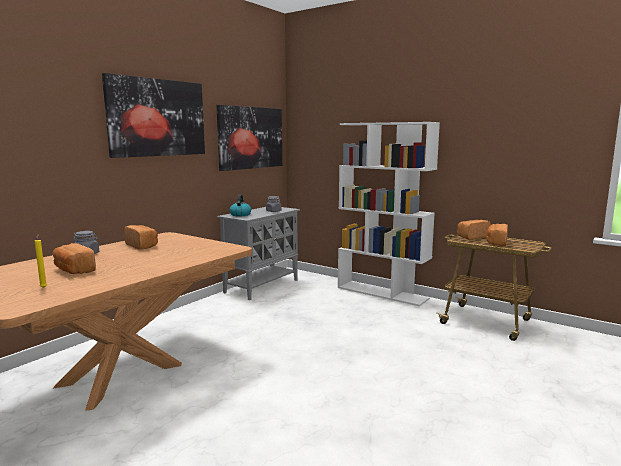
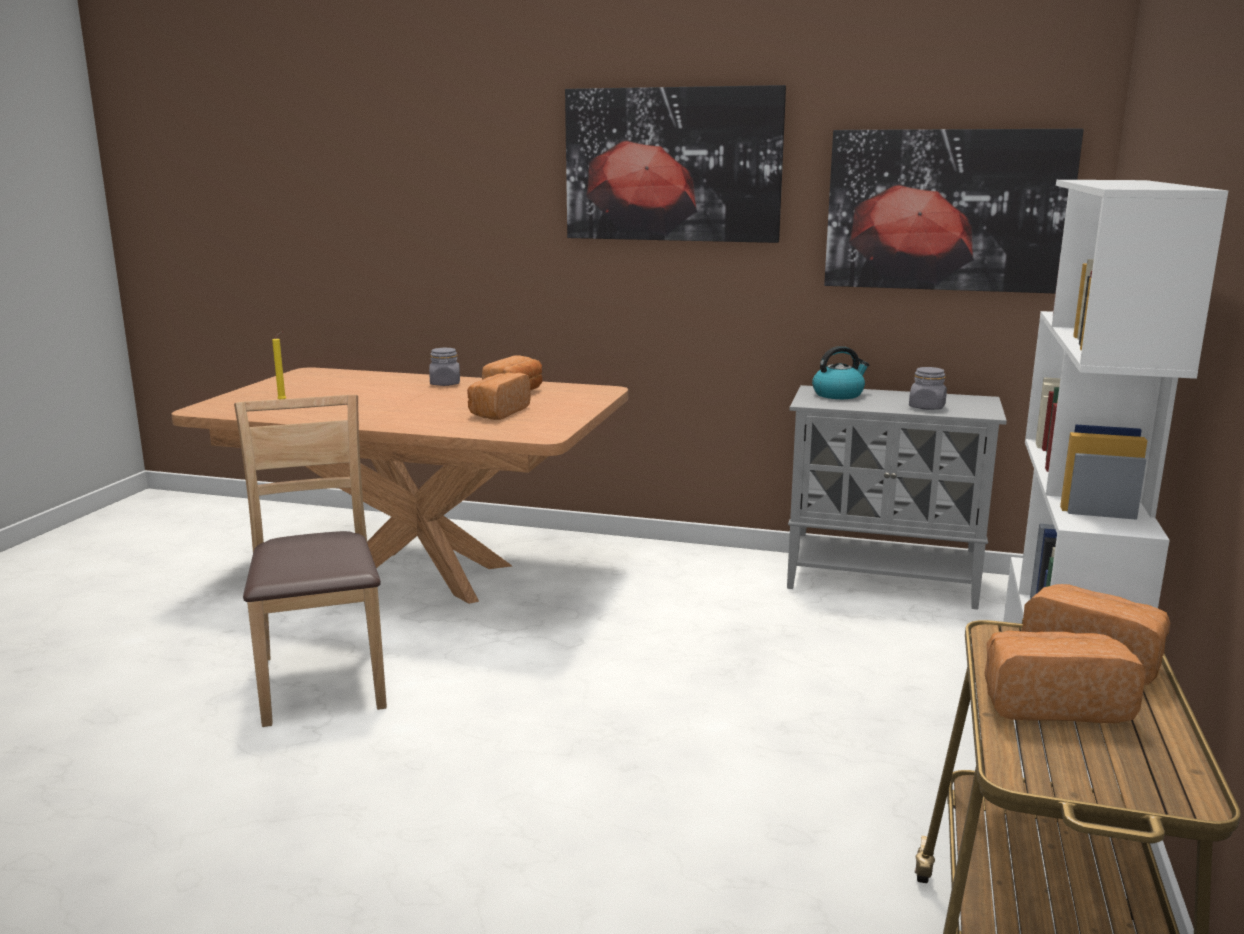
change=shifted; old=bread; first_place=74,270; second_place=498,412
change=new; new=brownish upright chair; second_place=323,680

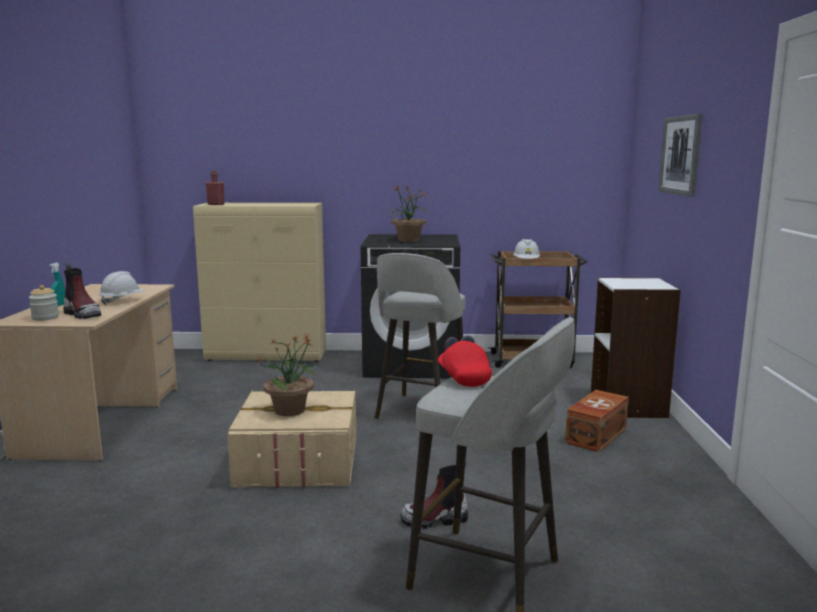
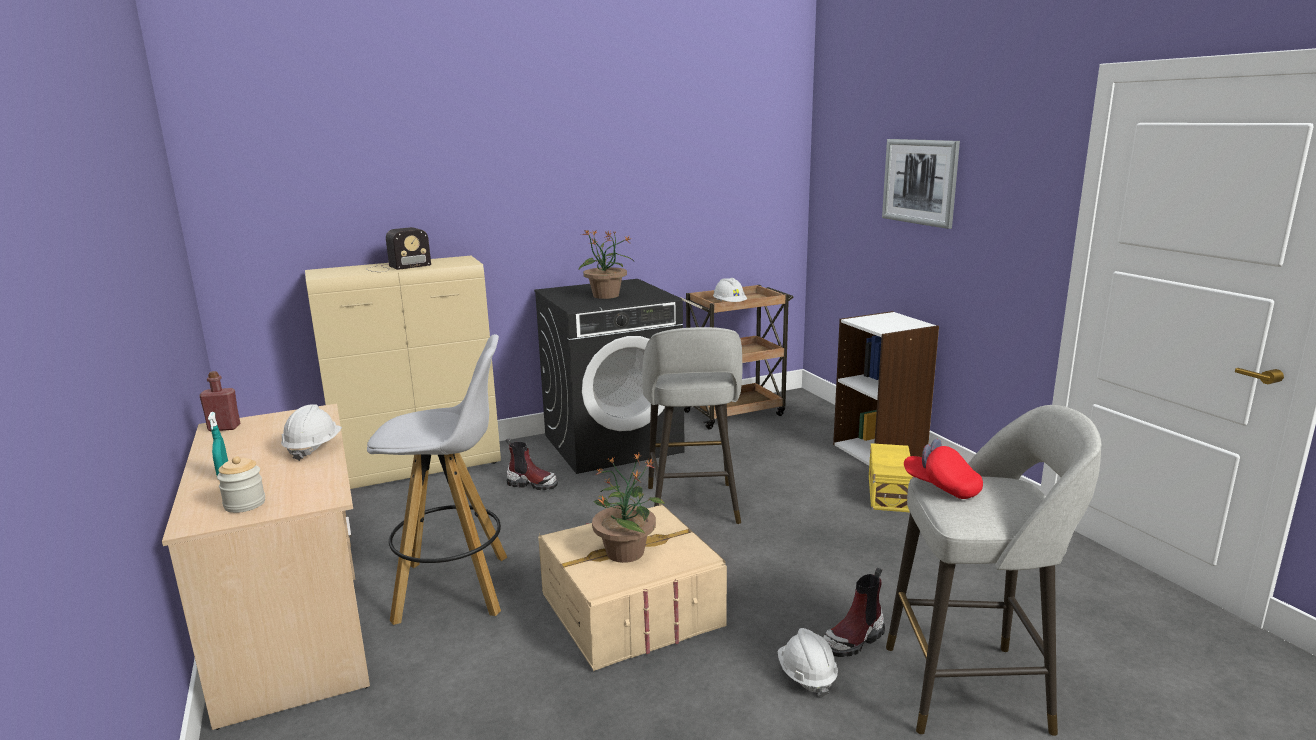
change=shifted; old=tall boot; first_place=83,314; second_place=532,484
change=shifted; old=reddish drink bottle; first_place=216,204; second_place=224,428
change=repainted; old=brownish storage bin; new=yellow-coloured storage bin; first_place=594,435; second_place=887,493
change=new; new=radio receiver; second_place=396,267
change=new; new=white stool seat; second_place=455,588
change=new; new=white hard hat; second_place=806,676

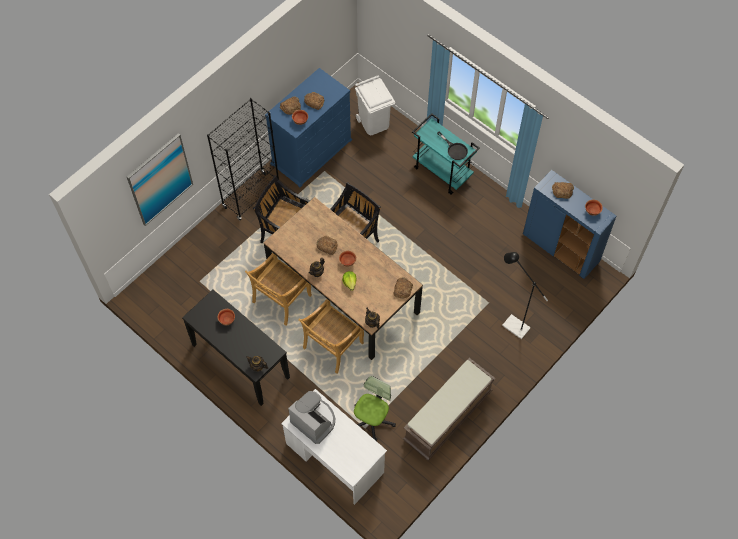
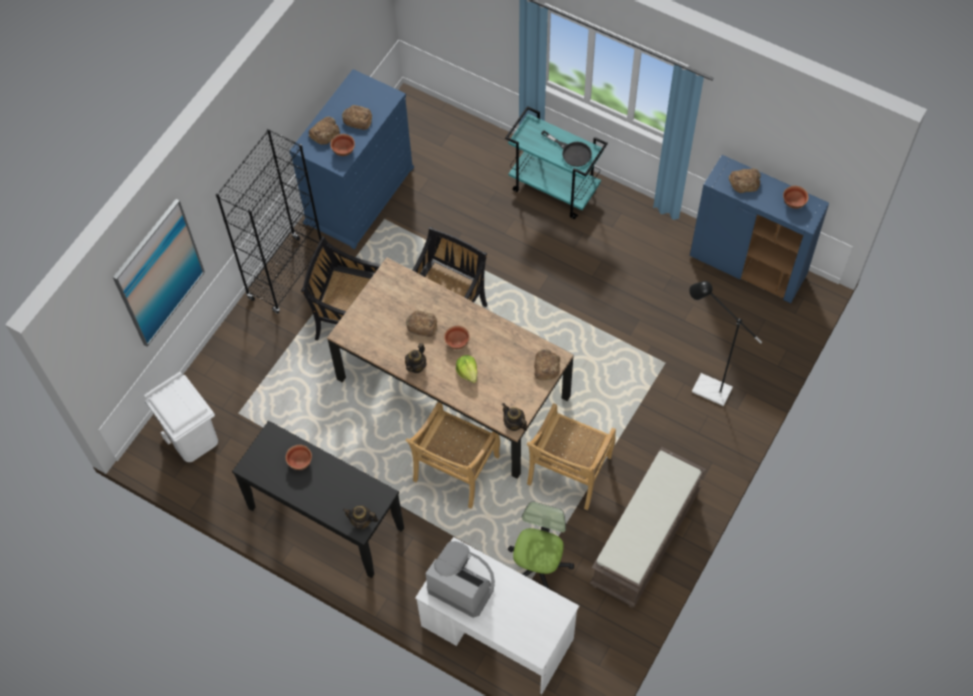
change=shifted; old=sand-coloured upright chair; first_place=281,299; second_place=569,472
change=shifted; old=white rubbish bin; first_place=374,123; second_place=193,439

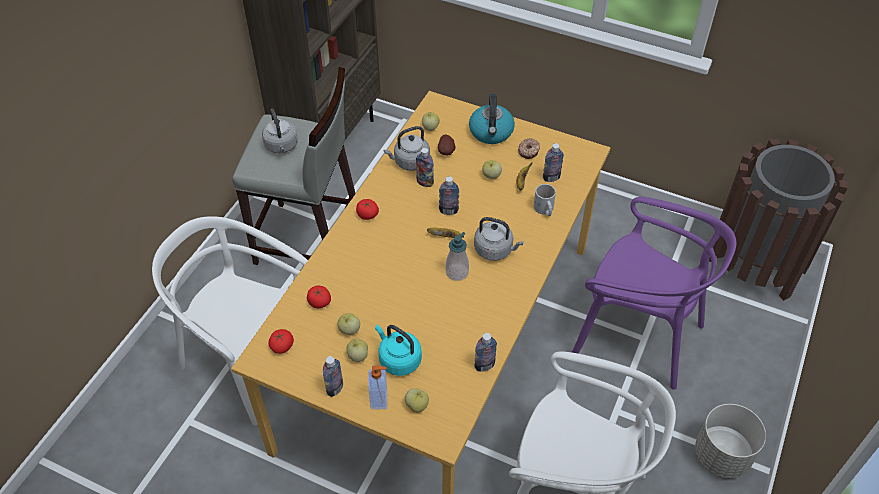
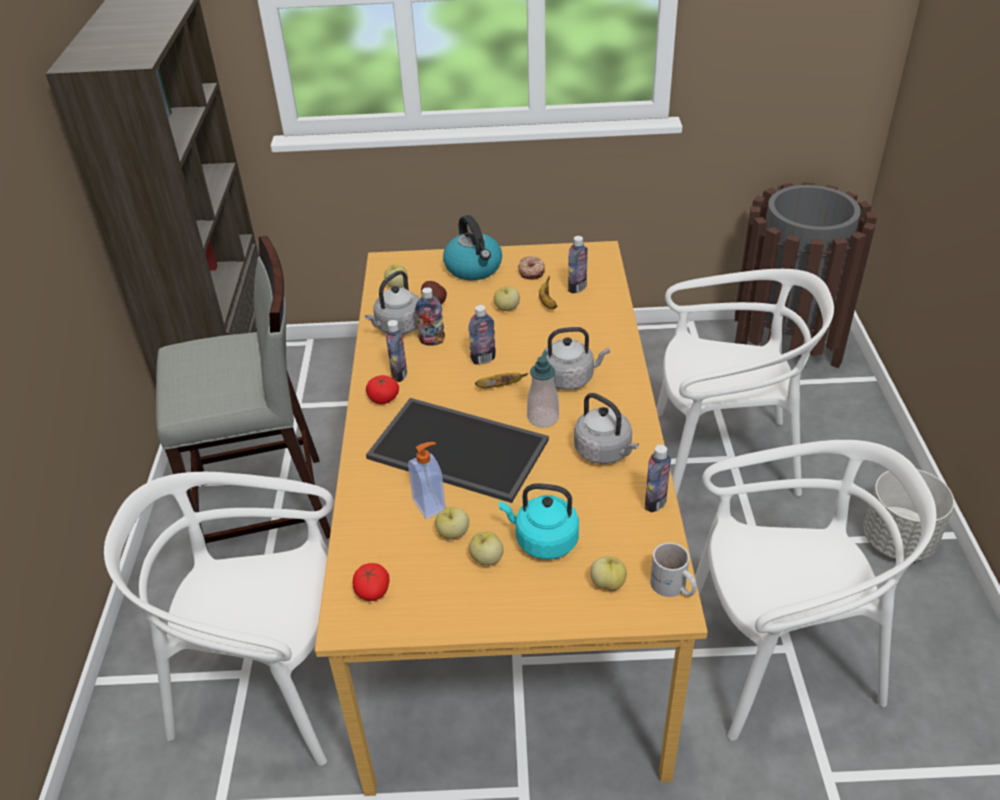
change=shifted; old=gray kettle; first_place=282,146; second_place=605,452
change=gone; old=tomato; first_place=319,302
change=shifted; old=drink bottle; first_place=335,388; second_place=399,374
change=shifted; old=soap bottle; first_place=380,399; second_place=430,505
change=shifted; old=white mug; first_place=544,210; second_place=672,588
change=repainted; old=purplish upright chair; new=white upright chair; first_place=637,335; second_place=722,457
change=new; new=tray; second_place=455,450

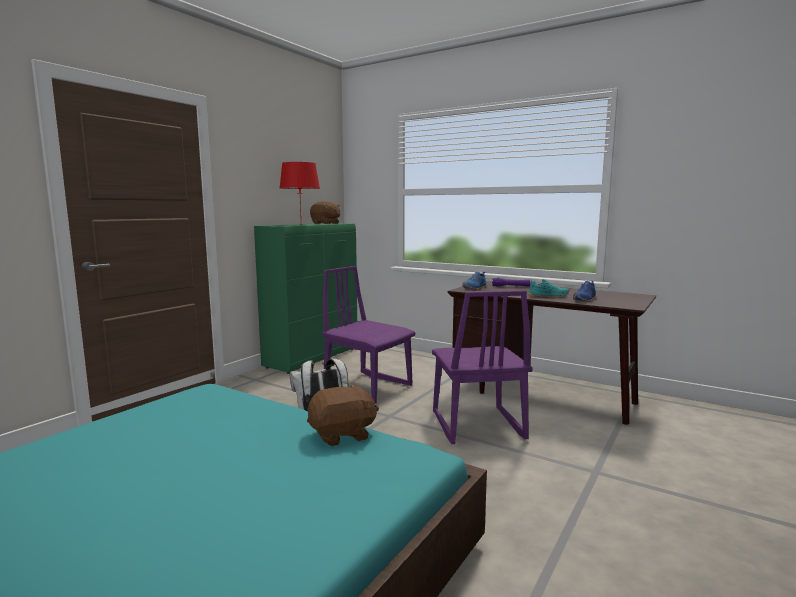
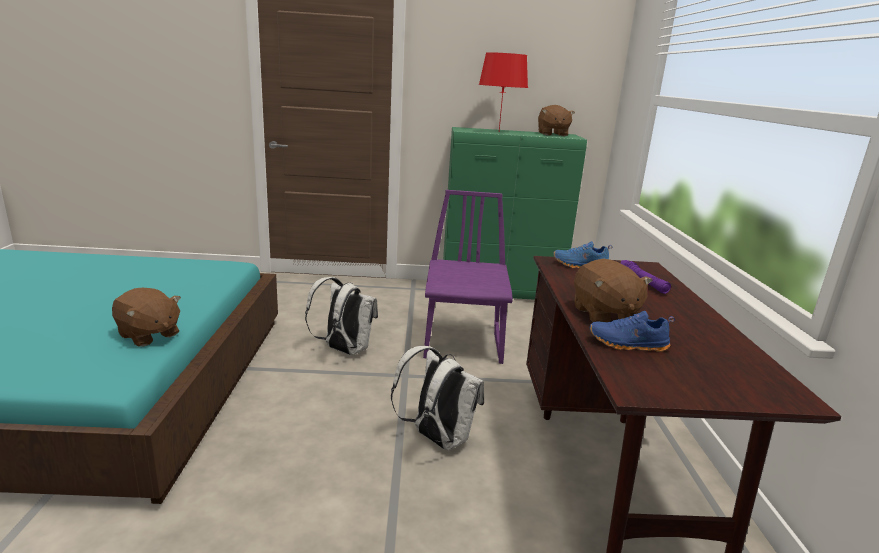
change=swapped; old=purplish upright chair; new=white rucksack; first_place=476,426; second_place=437,438
change=swapped; old=blue-green shoe; new=brownish cuddly toy; first_place=548,296; second_place=604,314

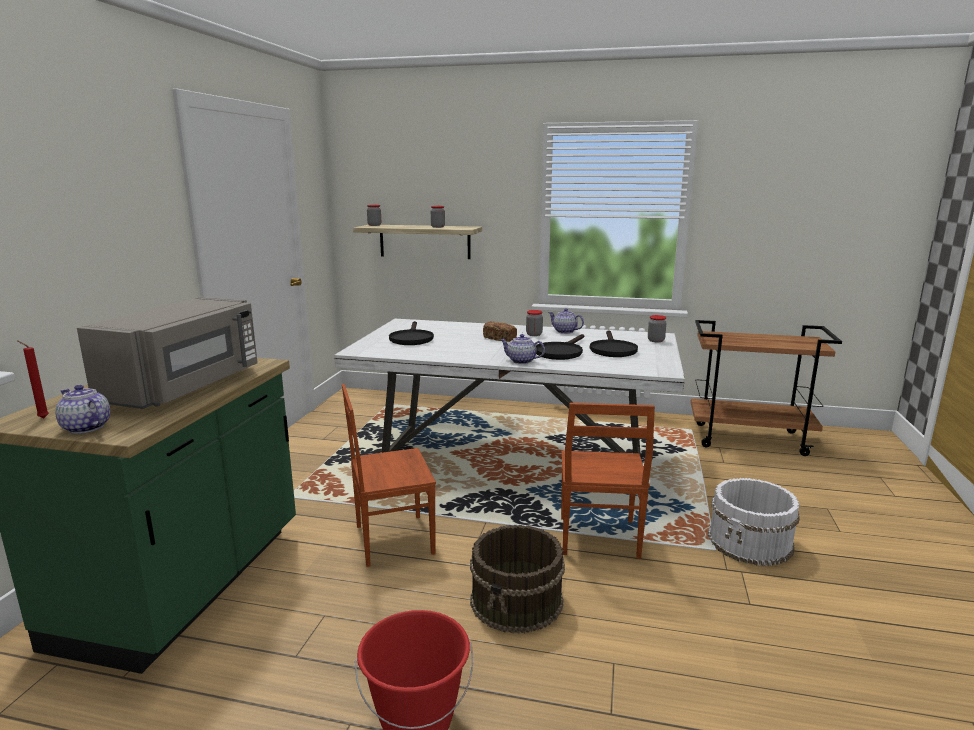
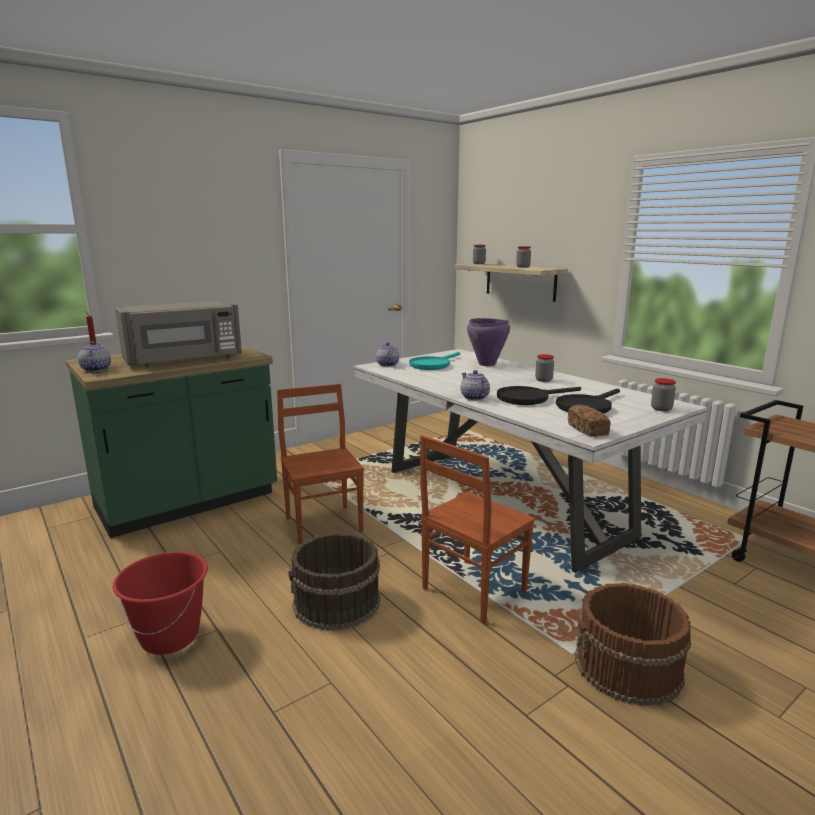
change=rotated; old=brownish upright chair; first_place=392,539; second_place=324,523; degrees=45
change=repainted; old=blackish frying pan; new=blue-green frying pan; first_place=411,338; second_place=432,365
change=shifted; old=bread; first_place=500,338; second_place=587,430
change=shifted; old=pot for tea; first_place=564,331; second_place=387,364
change=repainted; old=white water bucket; new=brownish water bucket; first_place=750,542; second_place=628,667
change=new; new=purplish saucepot; second_place=487,364

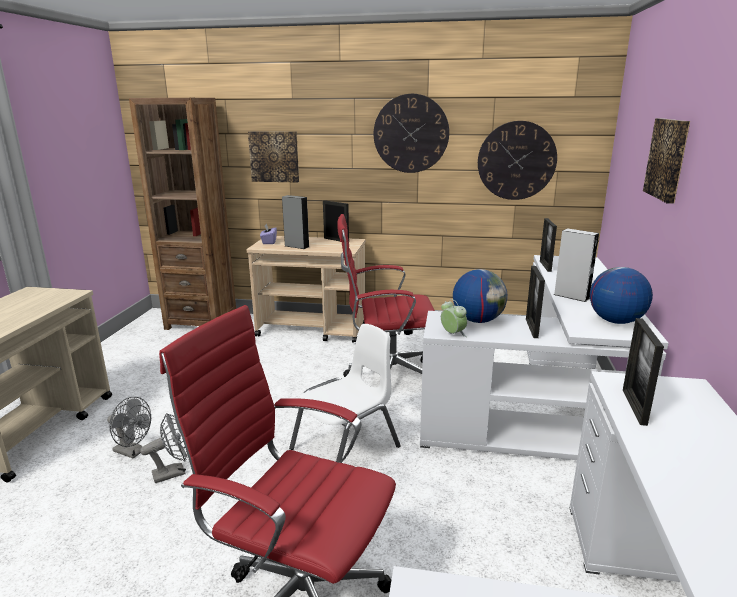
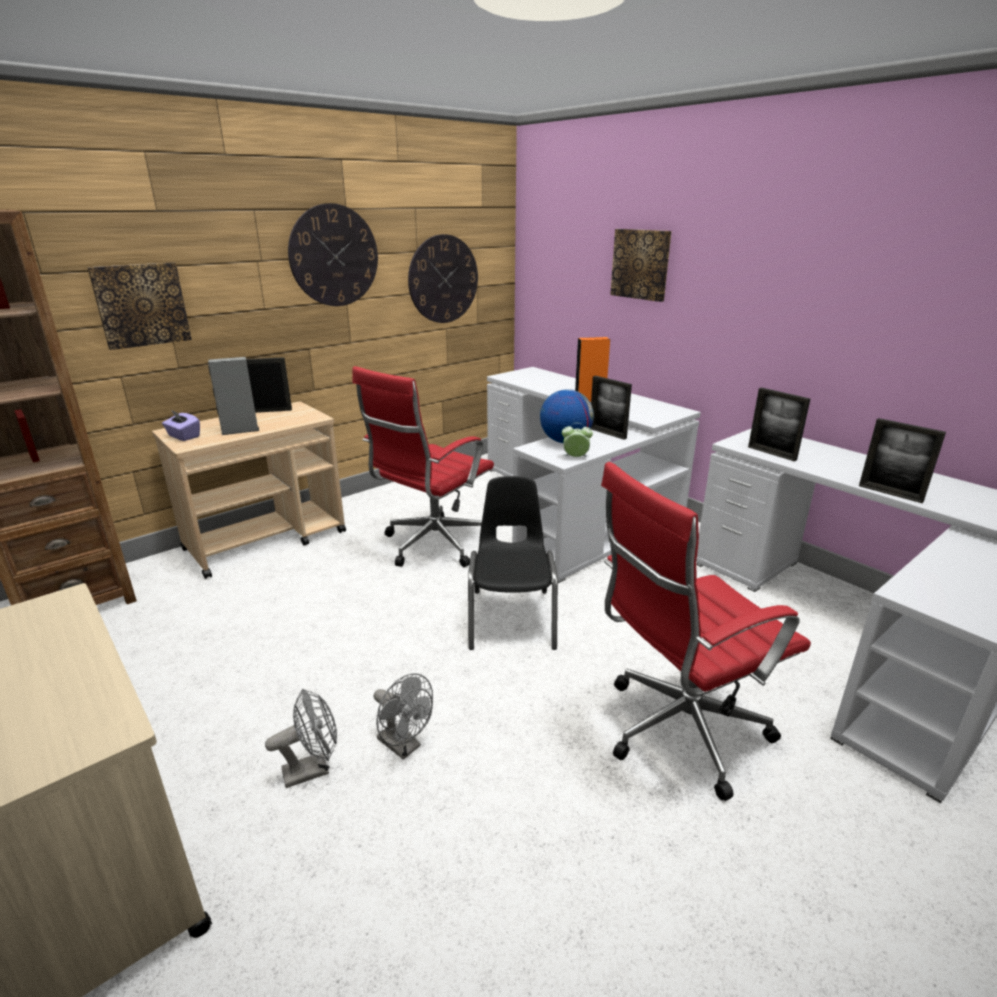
change=rotated; old=gray electric fan; first_place=174,472; second_place=404,746; degrees=120
change=repainted; old=white upright chair; new=blackish upright chair; first_place=346,448; second_place=512,618
change=shifted; old=standing frame; first_place=545,266; second_place=890,493
change=repainted; old=gray speaker; new=orangey speaker; first_place=571,296; second_place=590,400
change=gone; old=world globe; first_place=615,321

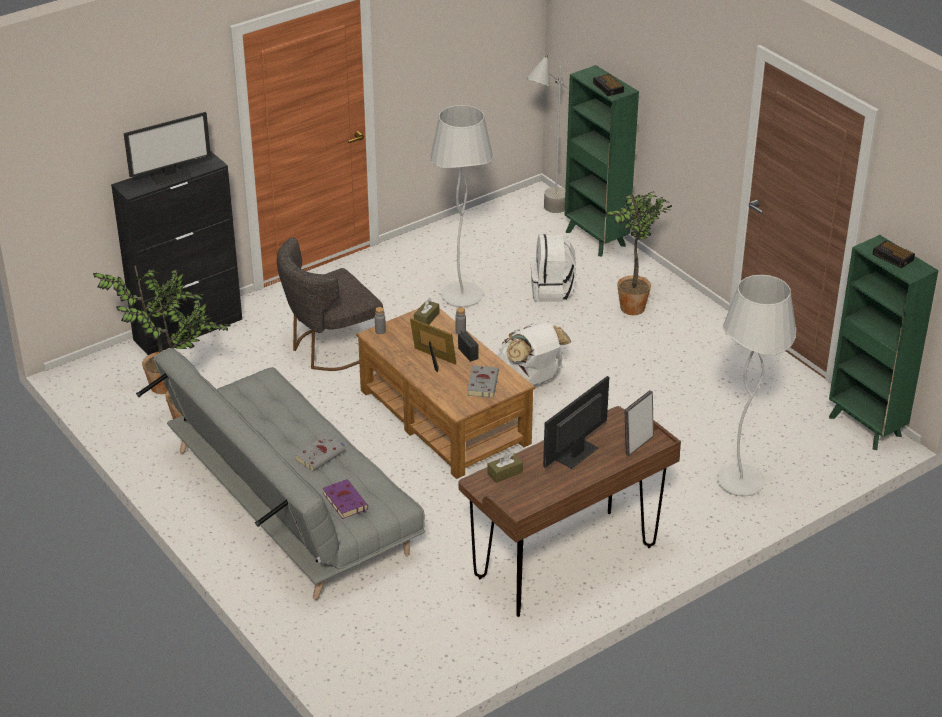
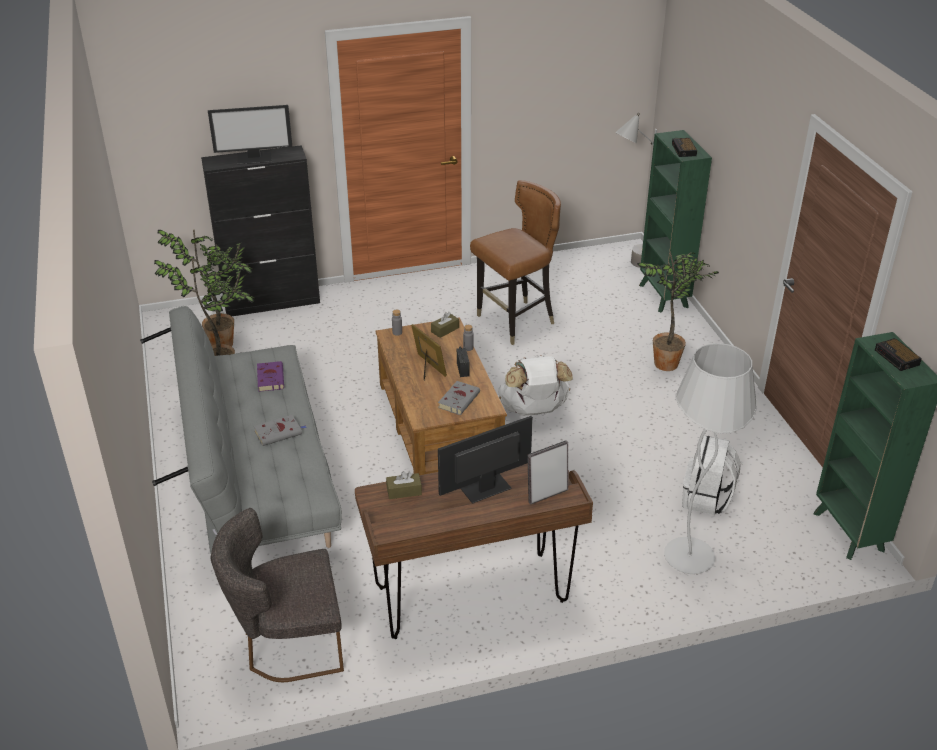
change=shifted; old=gray upright chair; first_place=330,349; second_place=287,644
change=shifted; old=purplish bound book; first_place=344,500; second_place=270,378
change=swapped; old=white standing lamp; new=brownish upright chair; first_place=462,296; second_place=515,322
change=shifted; old=white rucksack; first_place=552,291; second_place=706,499

